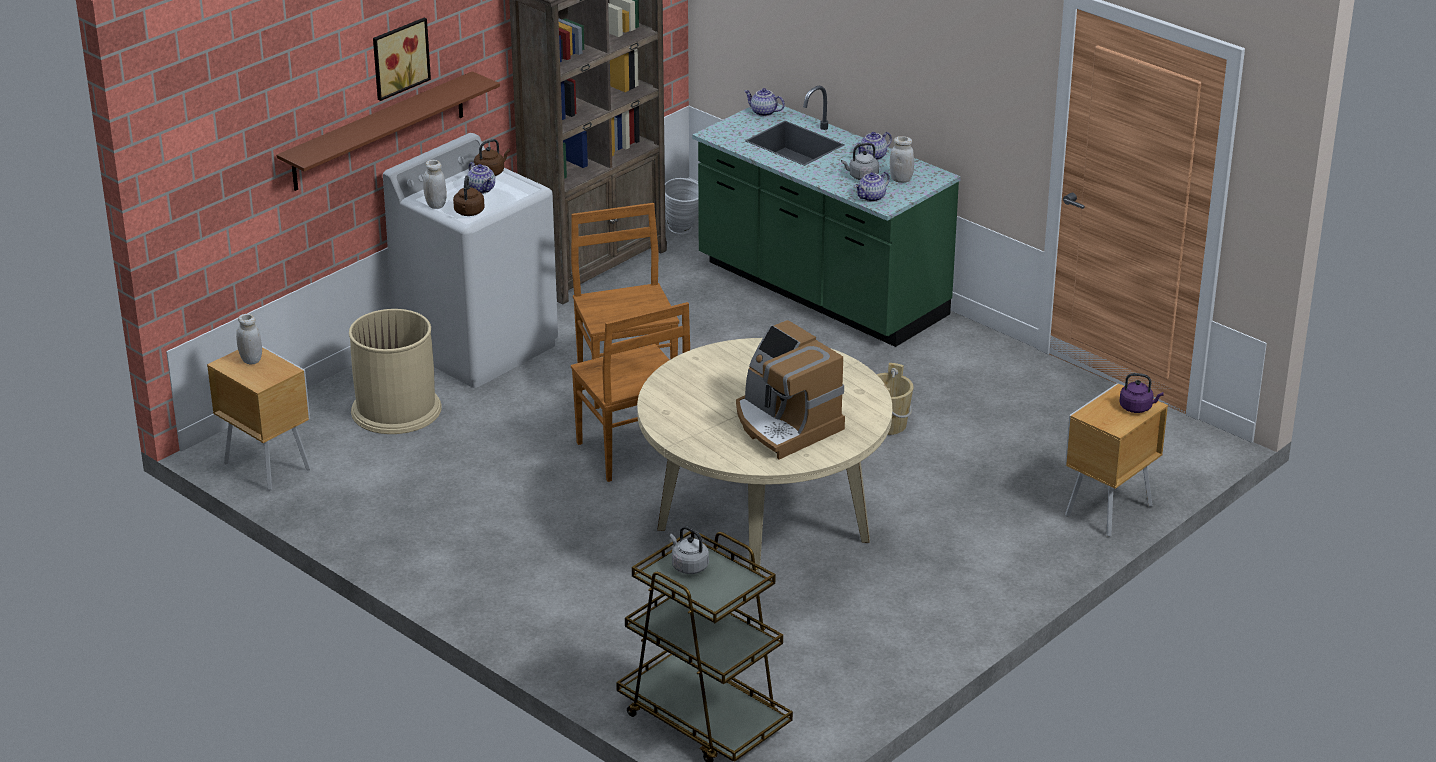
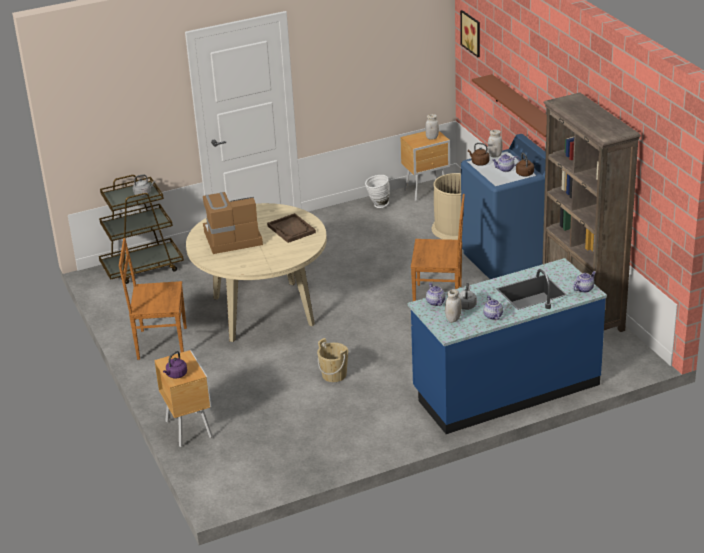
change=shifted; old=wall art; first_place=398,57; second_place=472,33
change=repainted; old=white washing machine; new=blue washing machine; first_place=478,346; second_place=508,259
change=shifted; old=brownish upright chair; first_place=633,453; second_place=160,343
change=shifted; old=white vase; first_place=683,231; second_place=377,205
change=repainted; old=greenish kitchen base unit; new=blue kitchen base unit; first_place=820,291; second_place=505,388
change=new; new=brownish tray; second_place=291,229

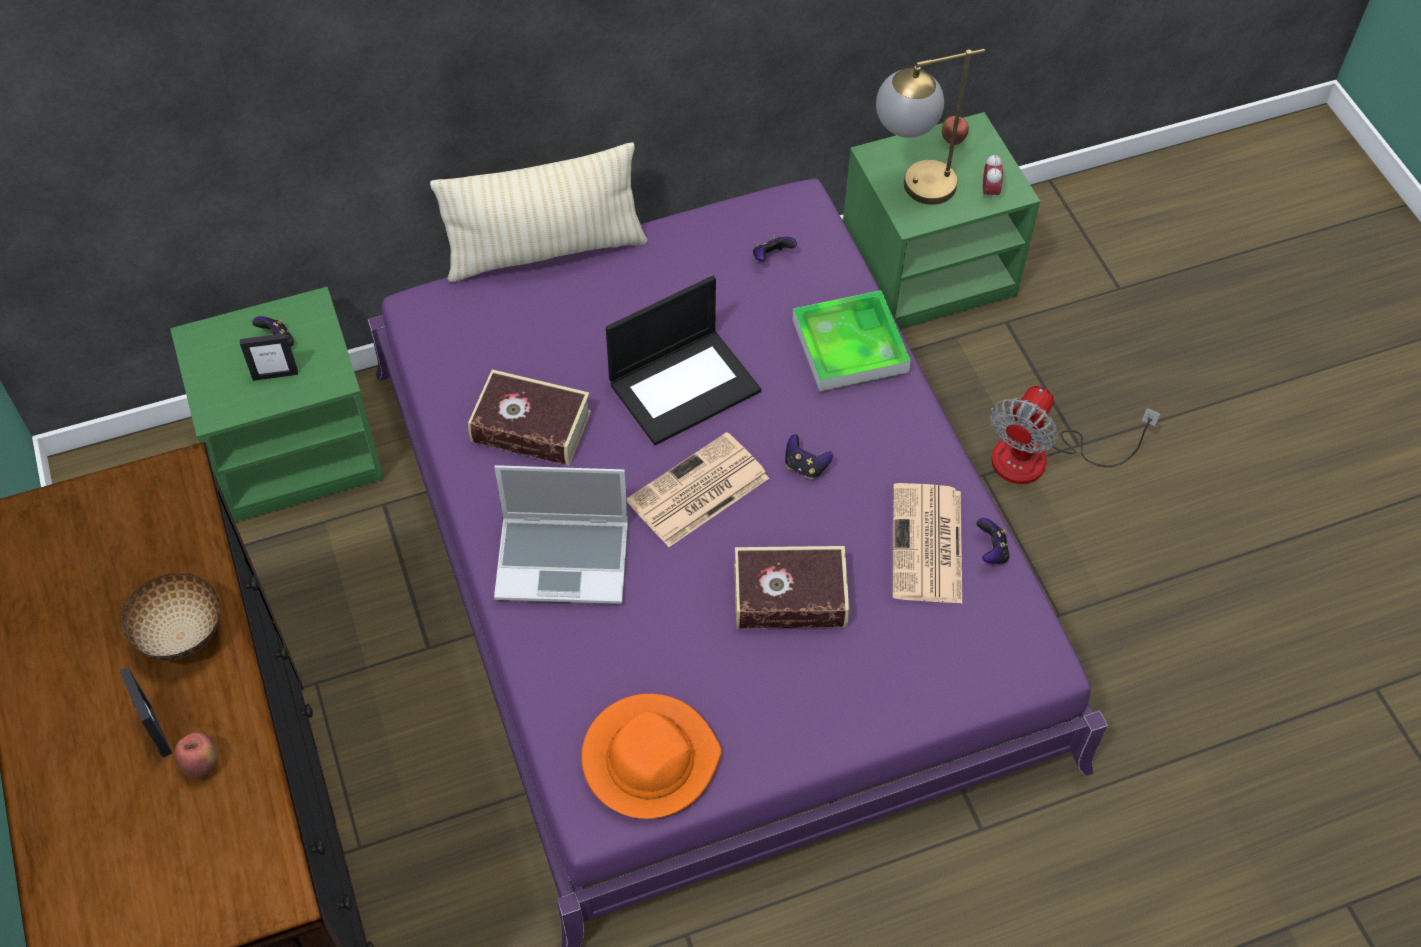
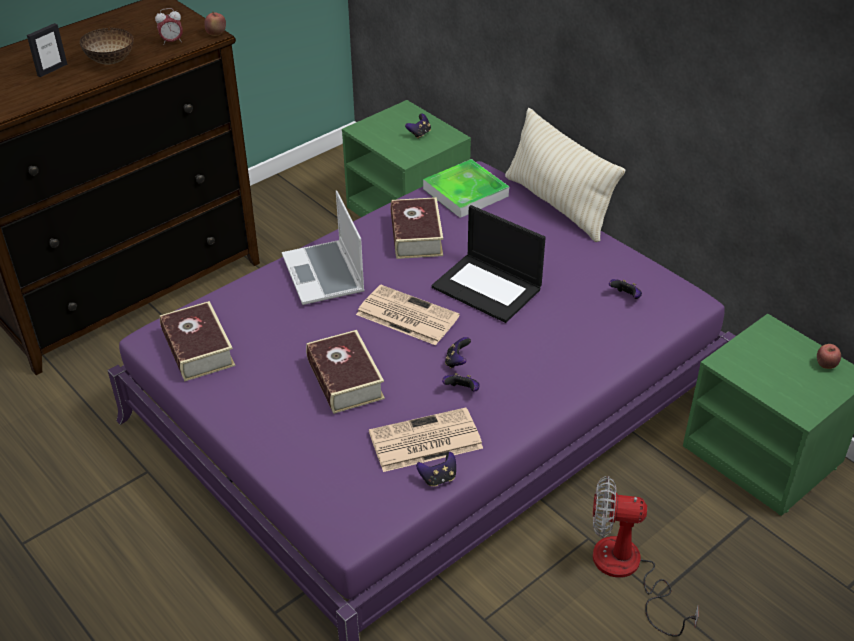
change=shifted; old=whole apple; first_place=202,765; second_place=216,34
change=gone; old=standing frame; first_place=275,374
change=swapped; old=orangey hat; new=bound book; first_place=649,758; second_place=198,349
change=shifted; old=tray; first_place=850,345; second_place=465,192
change=gone; old=table lamp; first_place=911,190
change=shifted; old=bedside clock; first_place=989,192; second_place=172,42
change=new; new=joypad; second_place=462,391

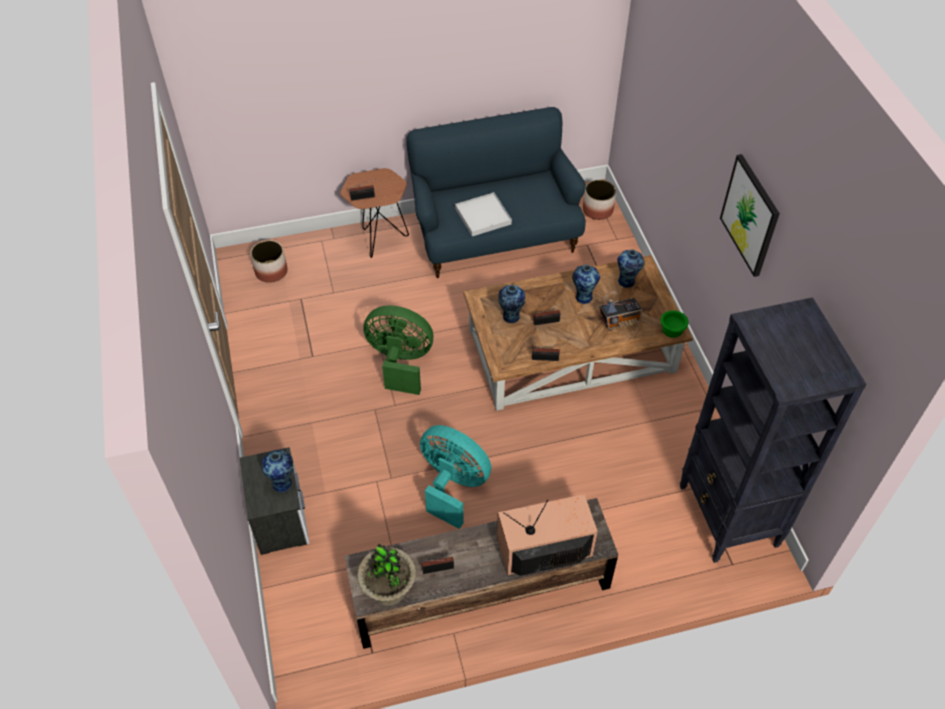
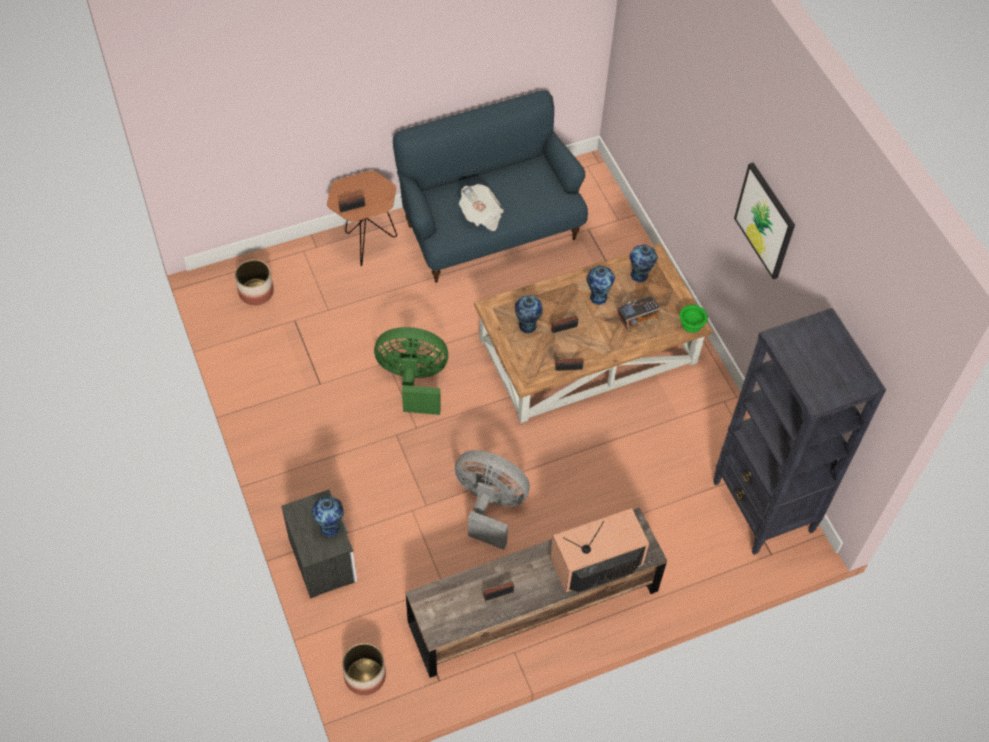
change=gone; old=plant in a pot; first_place=389,590
change=repainted; old=blue-green electric fan; new=gray electric fan; first_place=453,485; second_place=489,506
change=swapped; old=white tray; new=newspaper; first_place=483,216; second_place=481,215
change=shifted; old=planter; first_place=597,210; second_place=364,676

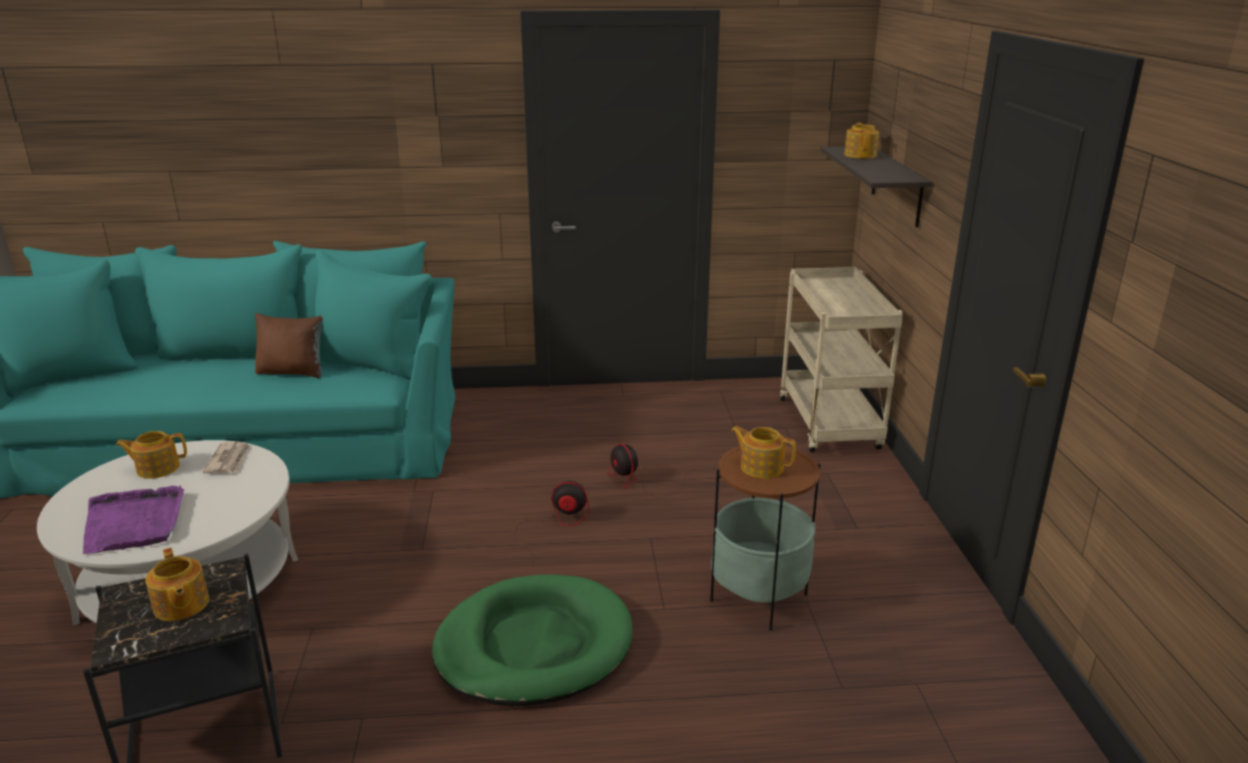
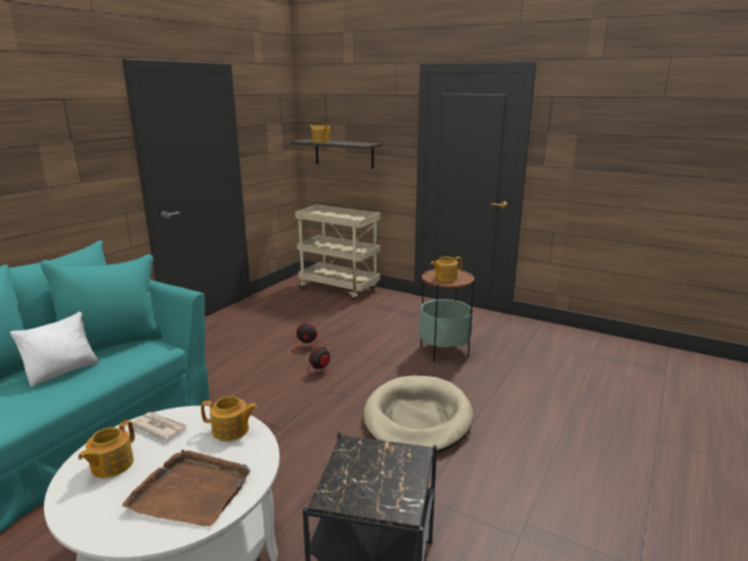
change=repainted; old=purplish tray; new=brownish tray; first_place=134,523; second_place=191,491
change=shifted; old=pot for tea; first_place=181,605; second_place=231,430
change=repainted; old=brownish throw pillow; new=white throw pillow; first_place=293,372; second_place=63,371
change=repainted; old=greenish dog cushion; new=sand-coloured dog cushion; first_place=534,646; second_place=417,419

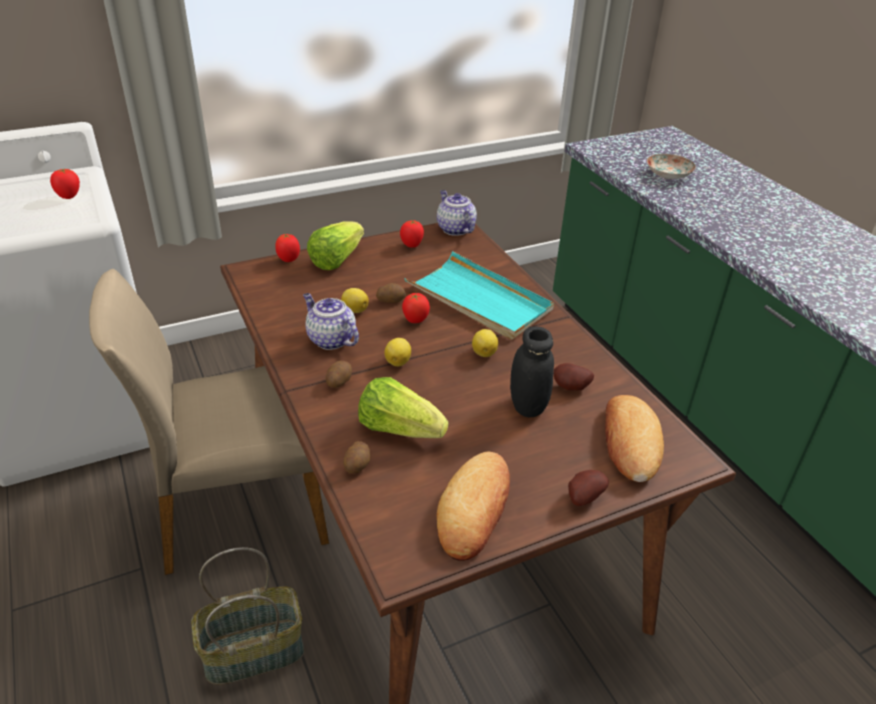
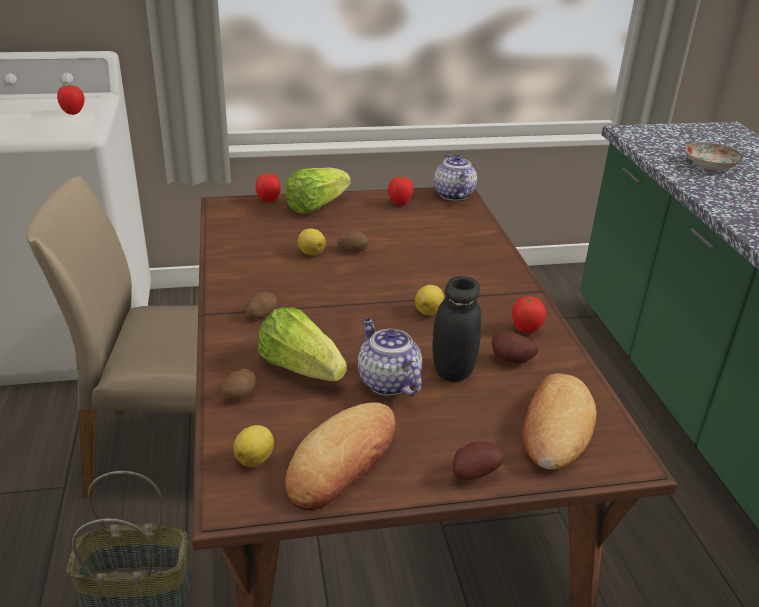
change=shifted; old=pot for tea; first_place=330,339; second_place=387,381
change=shifted; old=whole lemon; first_place=398,361; second_place=255,459
change=shifted; old=tomato; first_place=415,321; second_place=525,330
change=gone; old=blue-green tray; first_place=479,300

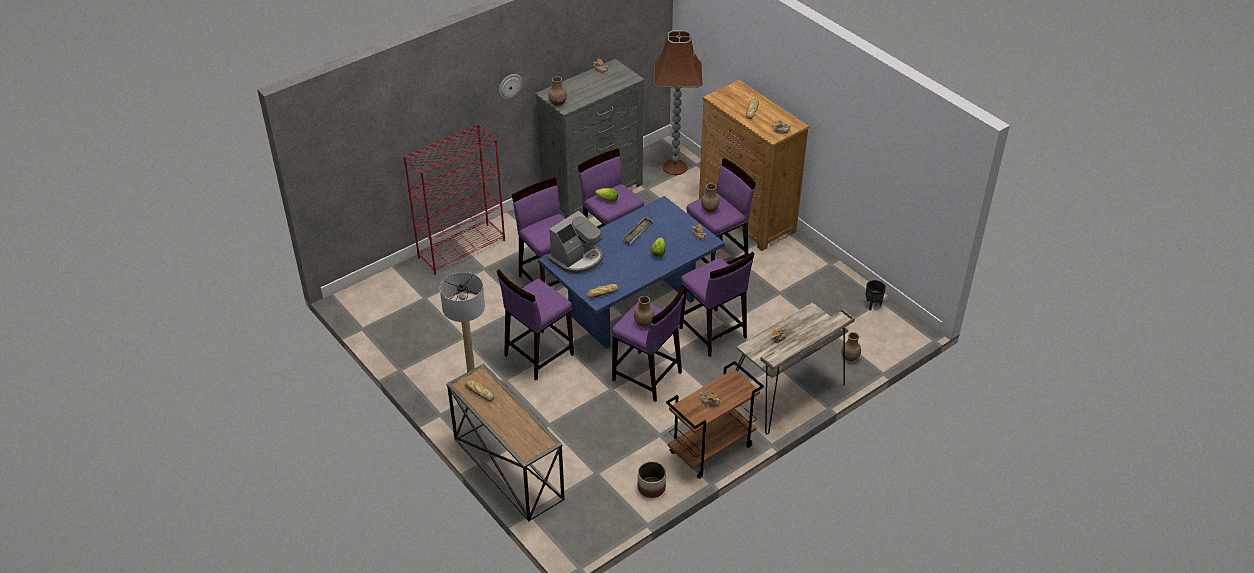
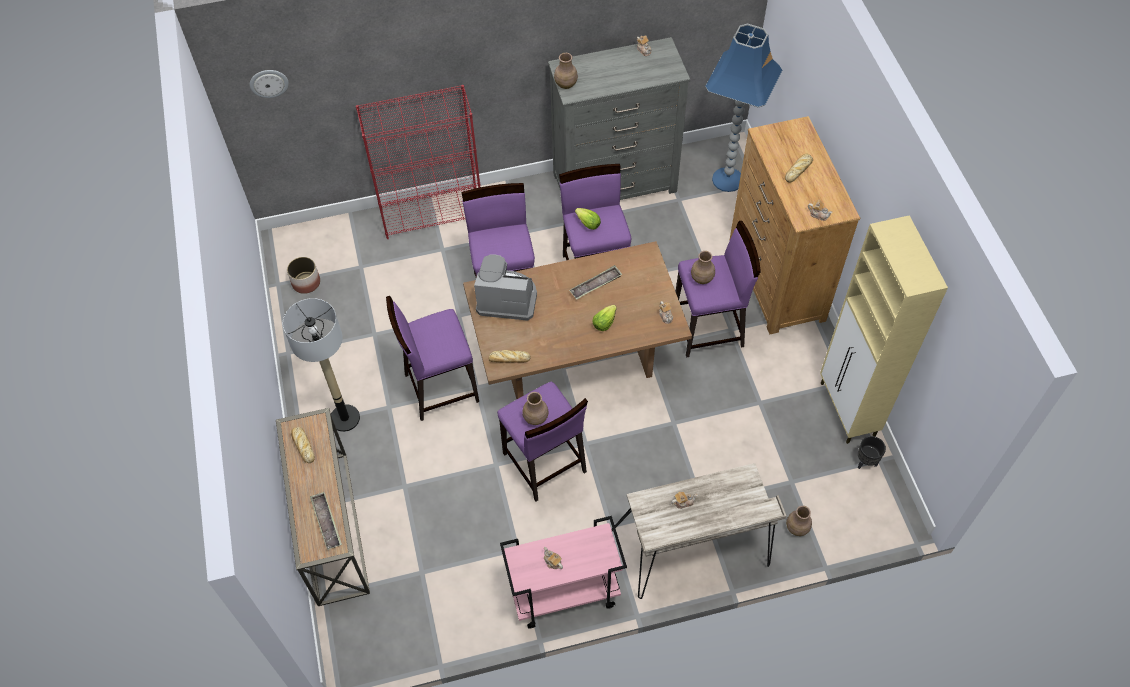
change=shifted; old=hanging clock; first_place=509,86; second_place=269,83
change=repainted; old=blue dinner table; new=brownish dinner table; first_place=631,307; second_place=576,359
change=rotated; old=coffee machine; first_place=577,259; second_place=507,298; degrees=-150
change=shifted; old=planter; first_place=651,487; second_place=306,283
change=repainted; old=brownish standing lamp; new=blue standing lamp; first_place=675,167; second_place=728,179
change=repainted; old=brownish trolley; new=pink trolley; first_place=711,450; second_place=563,594
change=gone; old=purplish stool seat; first_place=713,333
change=new; new=tray; second_place=326,522
change=new; new=sand-coloured cupboard; second_place=847,410

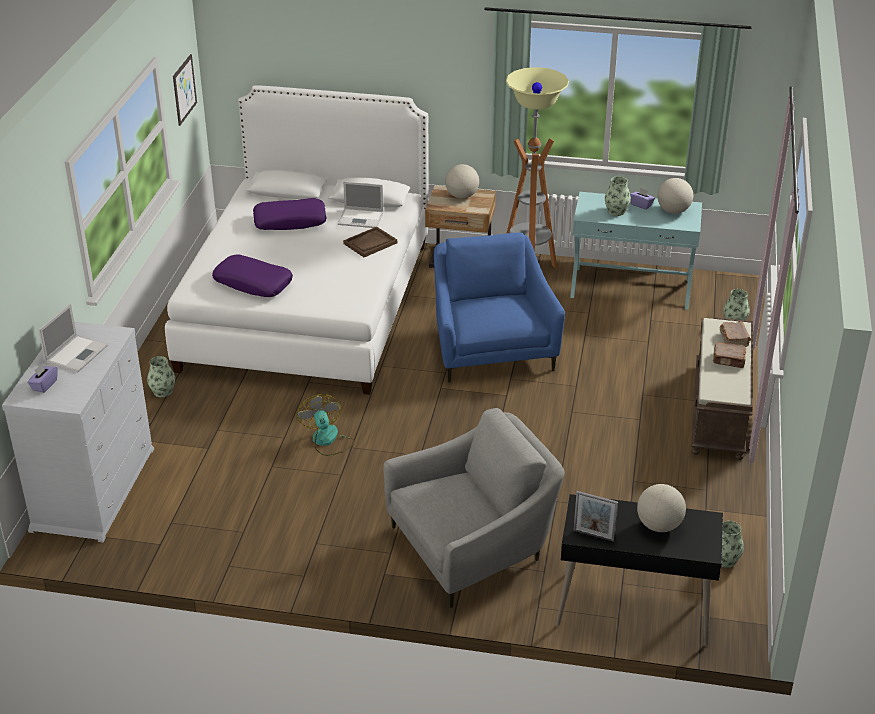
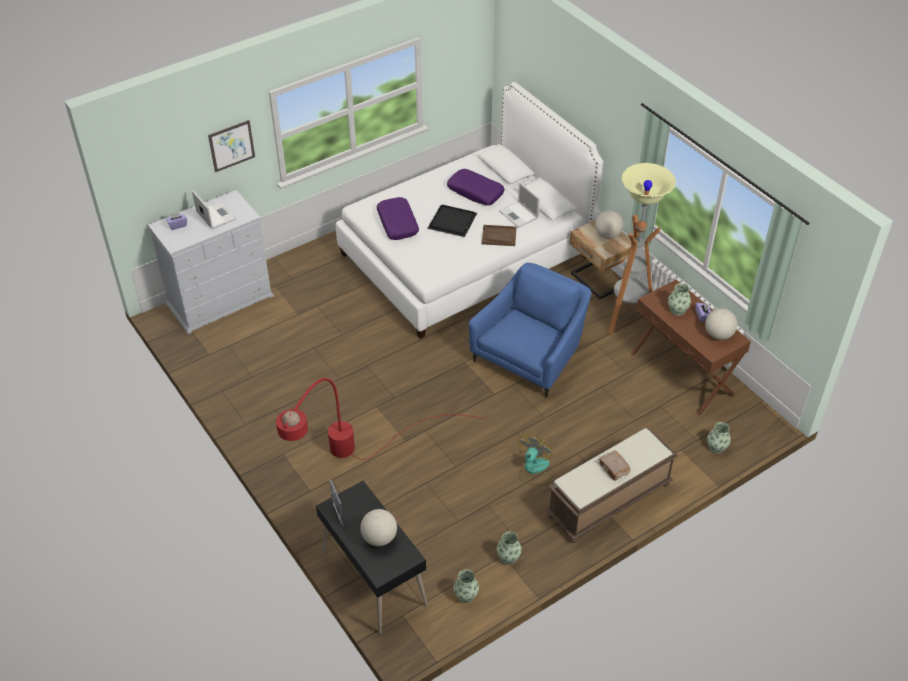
change=rotated; old=laptop; first_place=77,353; second_place=215,215; degrees=-105
change=shifted; old=vase; first_place=163,391; second_place=508,557
change=shifted; old=wall art; first_place=184,89; second_place=231,146
change=shifted; old=electric fan; first_place=327,441; second_place=533,470
change=swapped; old=gray armchair; new=reddish standing lamp; first_place=473,547; second_place=345,474
change=repainted; old=blue-green console table; new=brownish console table; first_place=631,287; second_place=682,373
change=gone; old=brownish bound book; first_place=734,339
change=new; new=blackish tray; second_place=453,222

